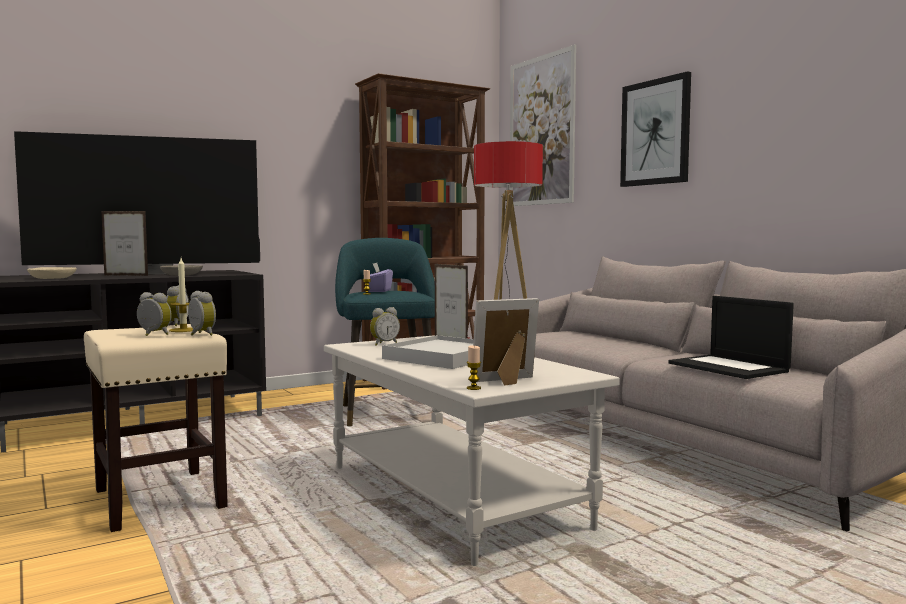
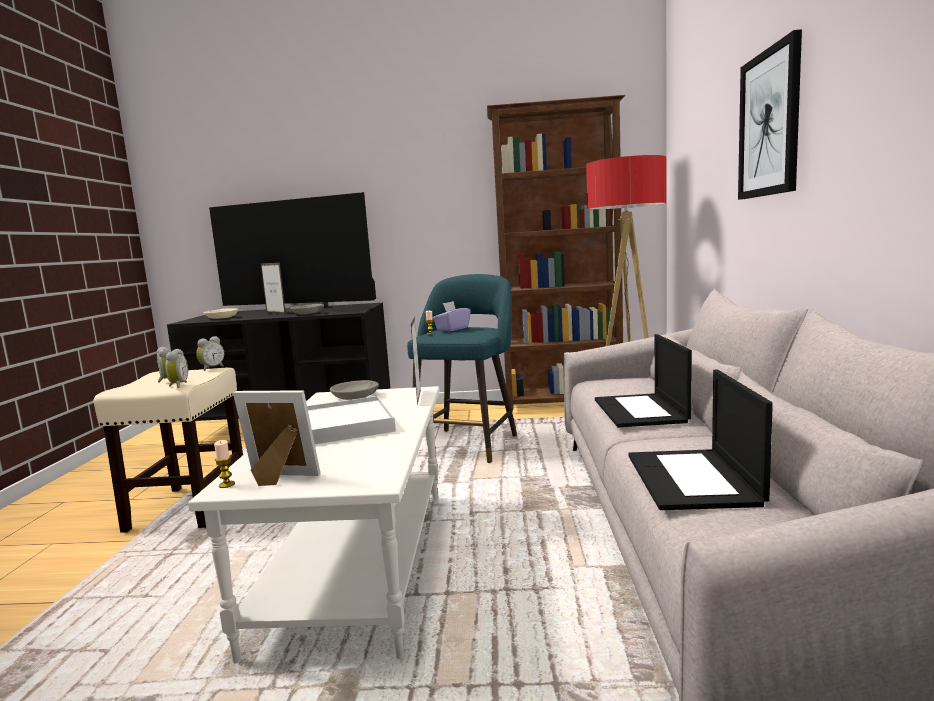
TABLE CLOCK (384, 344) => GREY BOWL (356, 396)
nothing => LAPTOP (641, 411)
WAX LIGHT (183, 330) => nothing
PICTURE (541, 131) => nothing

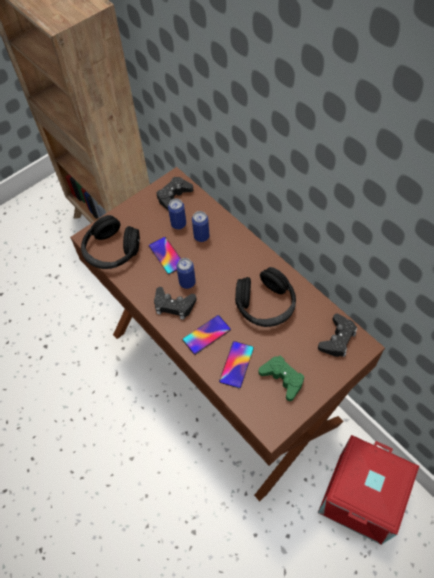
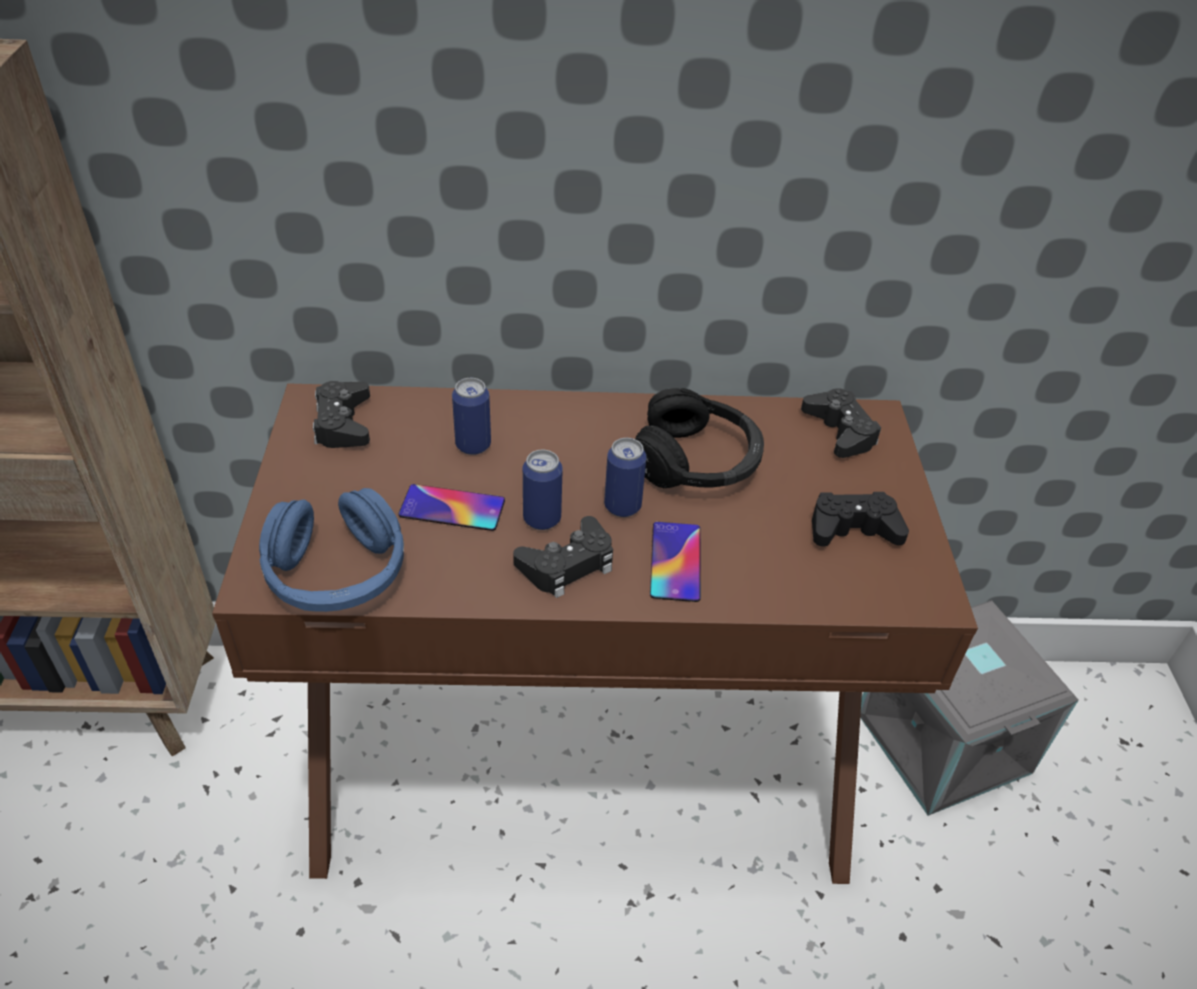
BLACK HEADSET (111, 251) => BLUISH HEADSET (337, 572)
CAN (178, 224) => CAN (622, 506), move
GREENISH JOYPAD (282, 379) => BLACK JOYPAD (853, 528)
RED-COLOURED STORAGE BIN (361, 498) => GREY STORAGE BIN (945, 742)
HANDSET (236, 364) => nothing

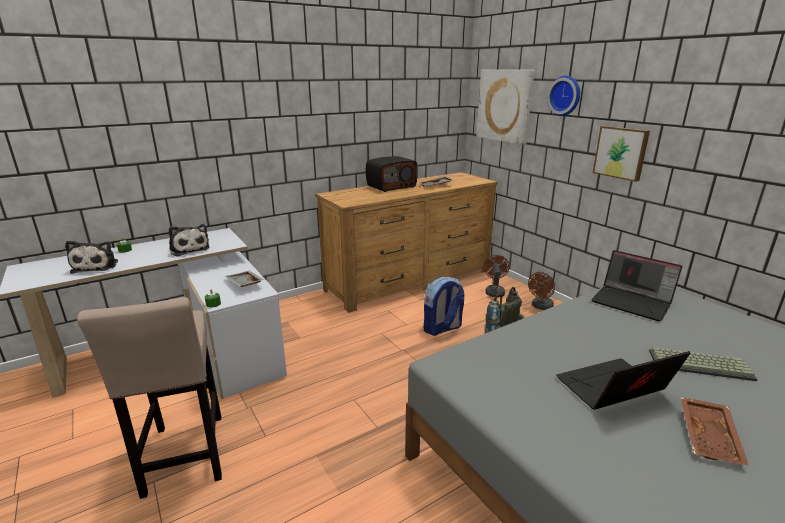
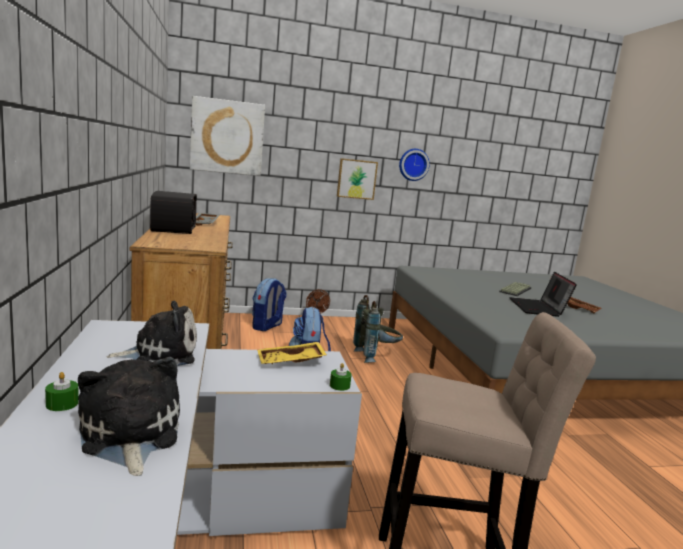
PLUSH TOY (97, 266) => PLUSH TOY (129, 436), 120 degrees counterclockwise
BROWNISH COOLING FAN (494, 291) => RUCKSACK (267, 326)
GREY TRAY (244, 284) => YELLOWISH TRAY (290, 362)
HANGING CLOCK (565, 95) => HANGING CLOCK (413, 164), move
LAPTOP (632, 302) => nothing

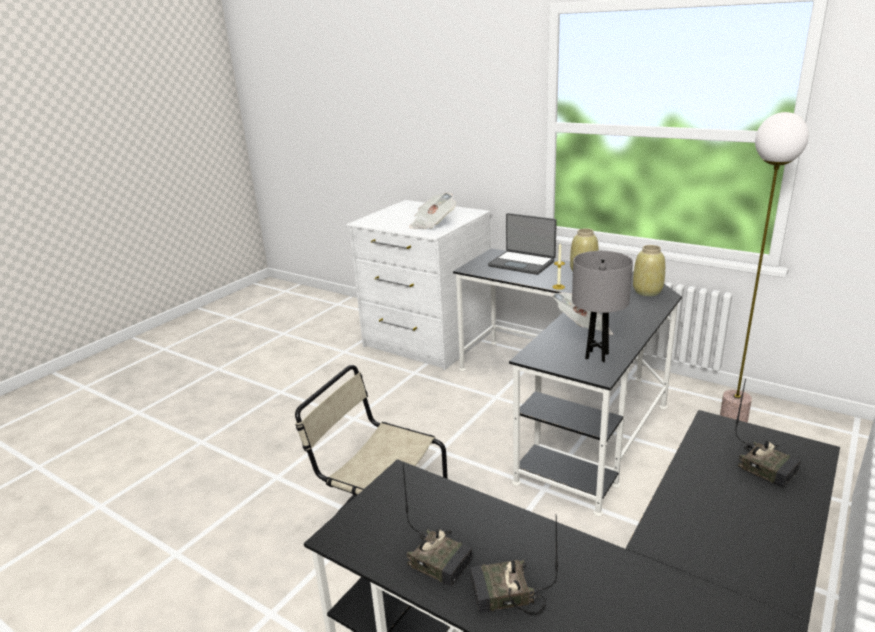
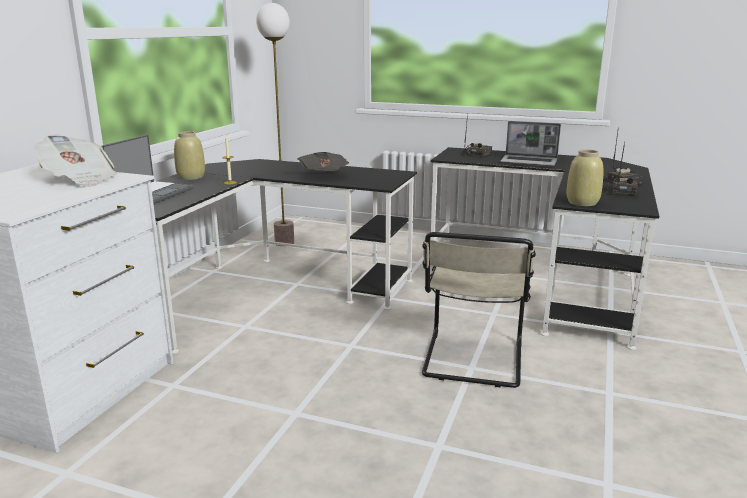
nothing => LAPTOP (529, 162)
BEIGE DECORATIVE VASE (647, 292) => BEIGE DECORATIVE VASE (582, 202), move
GREY LAMP FOR A TABLE (596, 356) => nothing

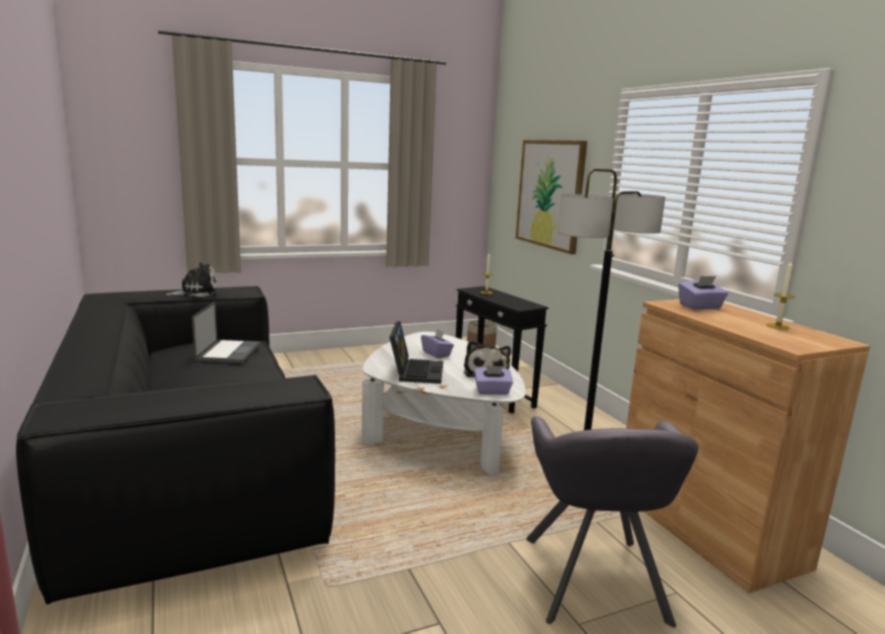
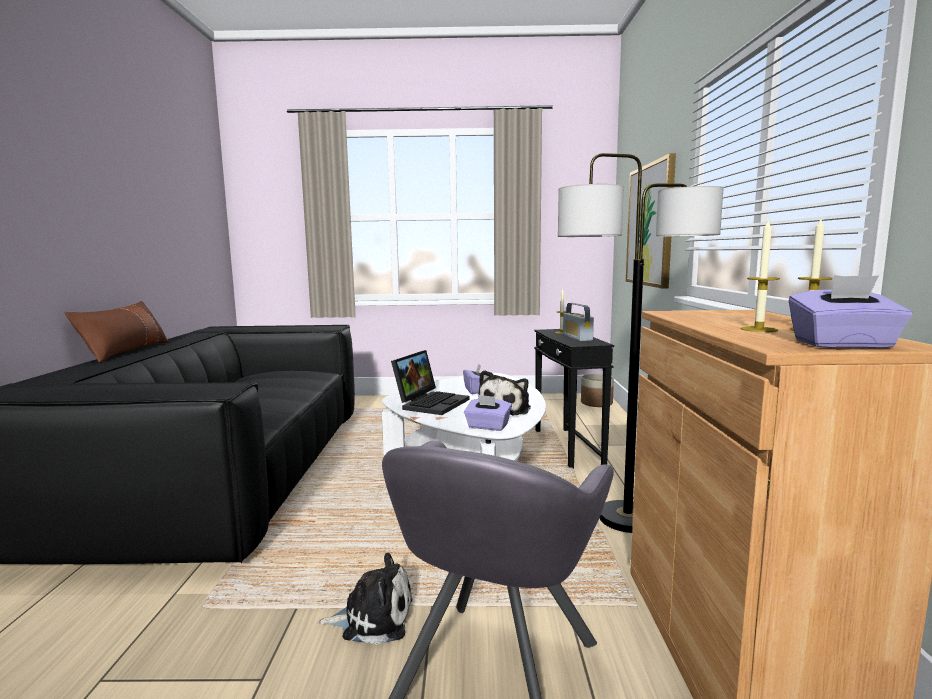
nothing => BROWNISH PILLOW (125, 351)
PLUSH TOY (196, 293) => PLUSH TOY (373, 618), move
nothing => RADIO (577, 338)
nothing => WAX LIGHT (759, 329)
PURPLE-COLOURED TISSUE HOLDER (700, 307) => PURPLE-COLOURED TISSUE HOLDER (843, 344), move
LAPTOP (229, 351) => nothing

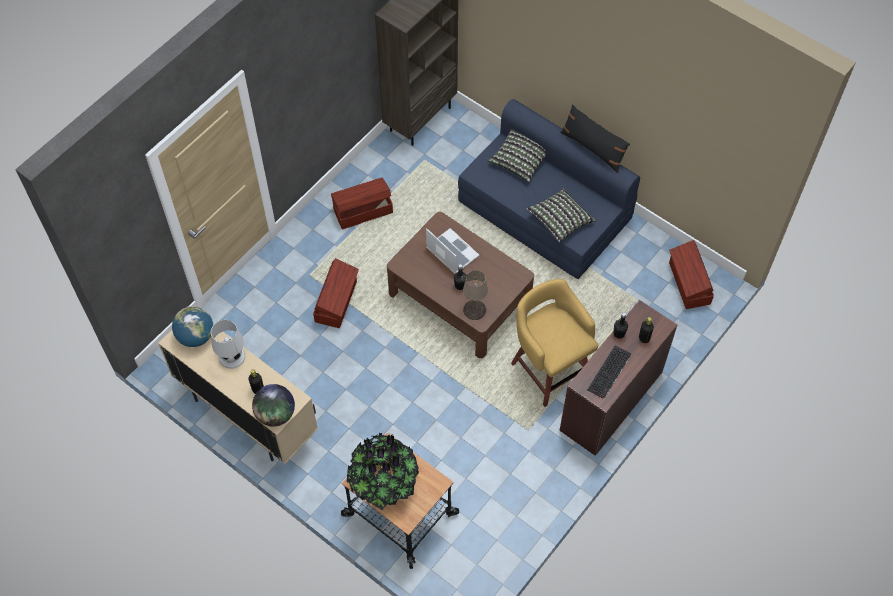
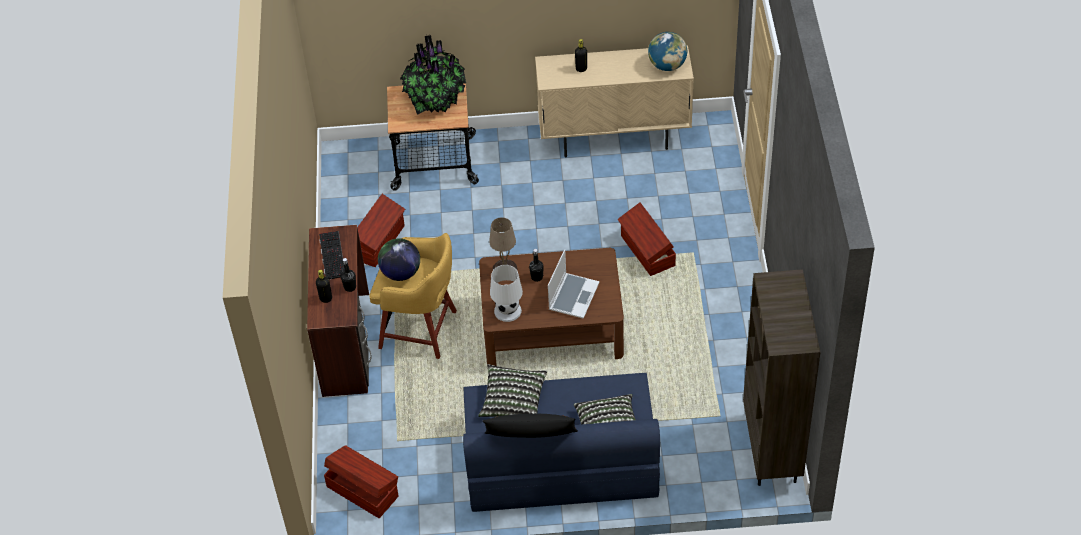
BROWNISH STORAGE BIN (362, 211) => BROWNISH STORAGE BIN (379, 242), move
DESK GLOBE (276, 414) => DESK GLOBE (401, 273), move
WHITISH LAMP FOR A TABLE (232, 357) => WHITISH LAMP FOR A TABLE (507, 310), move
LAPTOP (451, 252) => LAPTOP (573, 296), 75 degrees counterclockwise

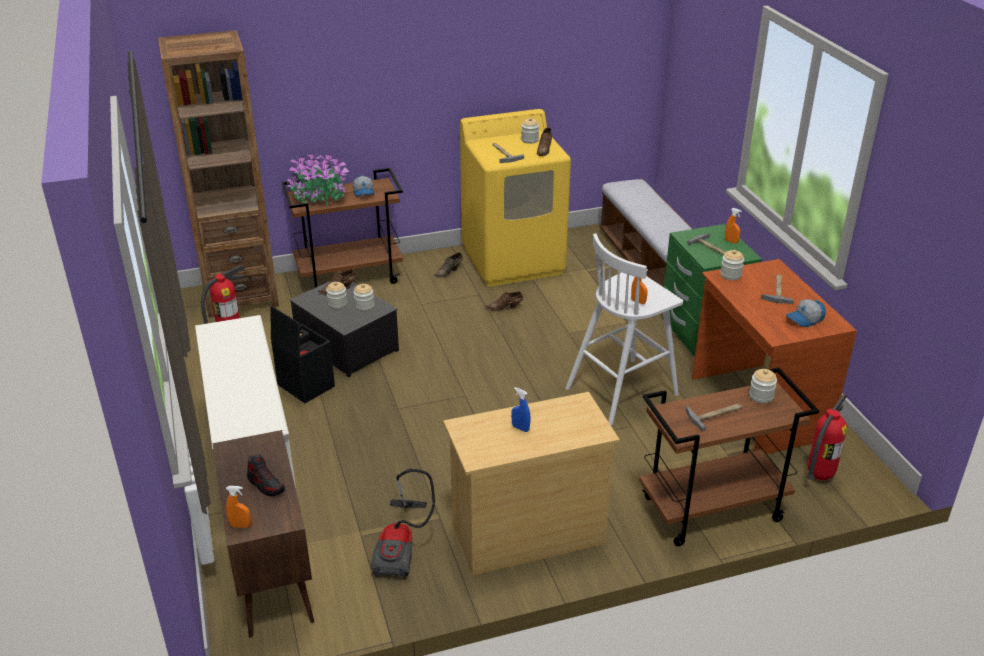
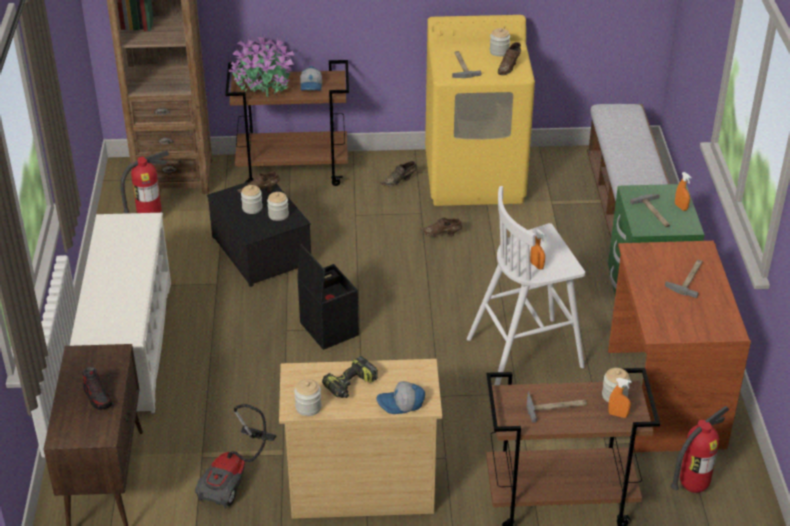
JAR (730, 275) => JAR (308, 407), move
BLACK STORAGE BIN (304, 385) => BLACK STORAGE BIN (327, 328), move
BLUISH SPRAY BOTTLE (520, 428) => ELECTRIC DRILL (350, 385)
BASEBALL CAP (805, 319) => BASEBALL CAP (401, 404), move
ORANGE SPRAY BOTTLE (240, 525) => ORANGE SPRAY BOTTLE (618, 414), move

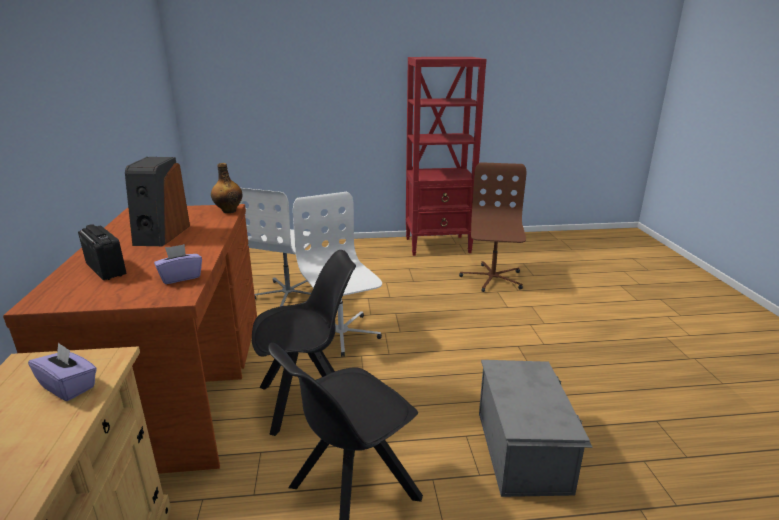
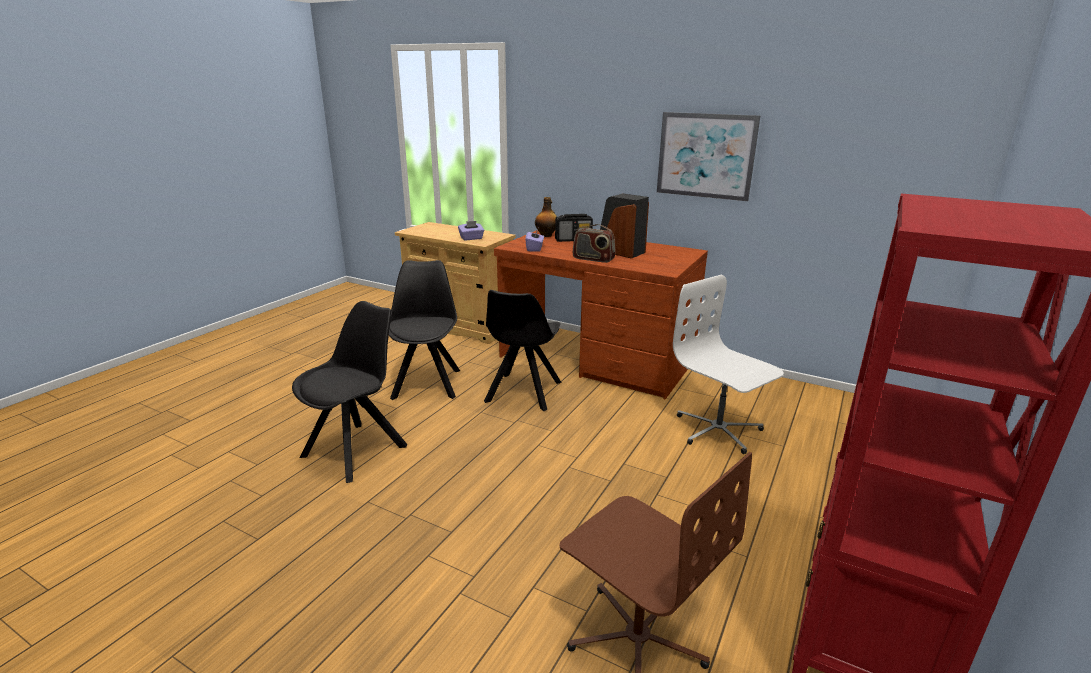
GREY STORAGE BIN (524, 450) => BLACK PLAIN CHAIR (357, 450)
BEVERAGE BOTTLE (229, 211) => BEVERAGE BOTTLE (546, 235), move
nothing => RADIO (593, 259)
nothing => PICTURE (705, 156)
WHITISH DESK CHAIR (340, 334) => nothing

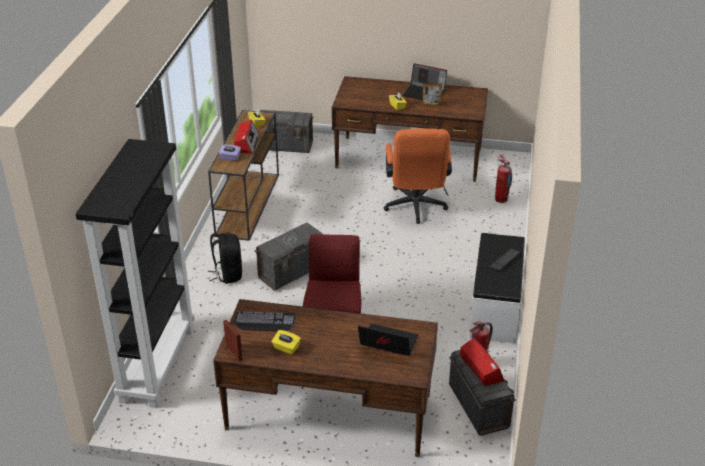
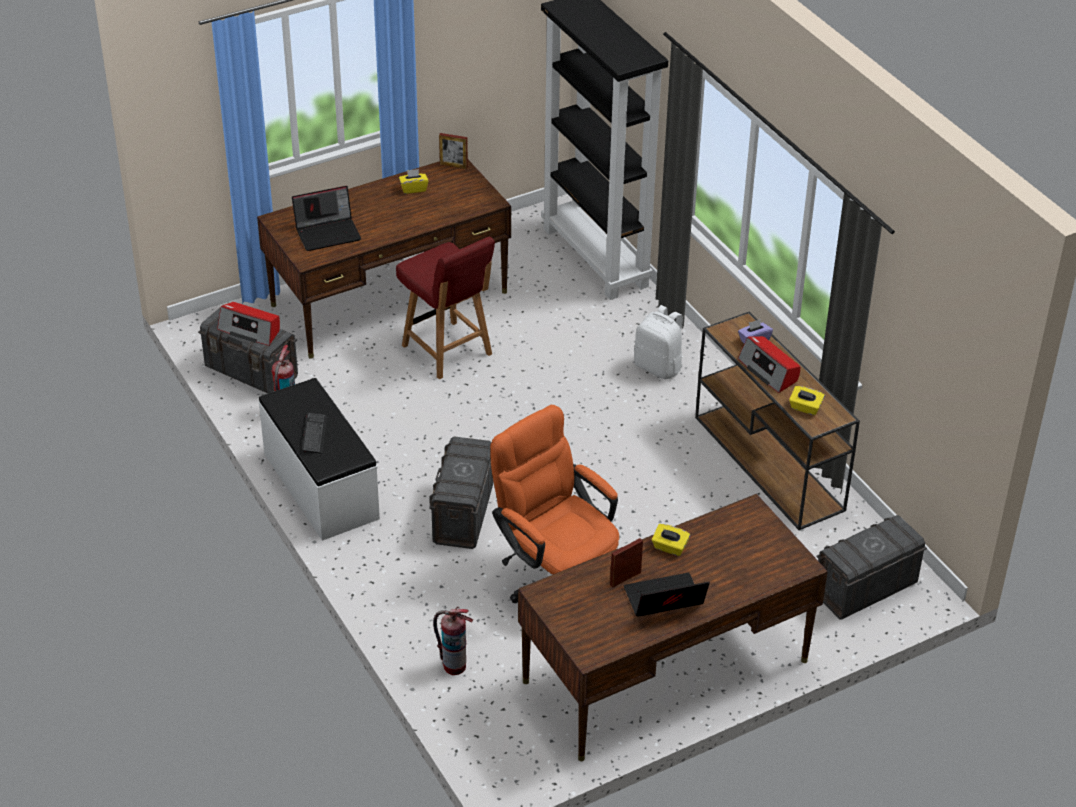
GREY STORAGE BIN (291, 272) => GREY STORAGE BIN (463, 514), move
BLACK RUCKSACK (227, 274) => WHITISH RUCKSACK (659, 367)
KEYBOARD (264, 322) => nothing

